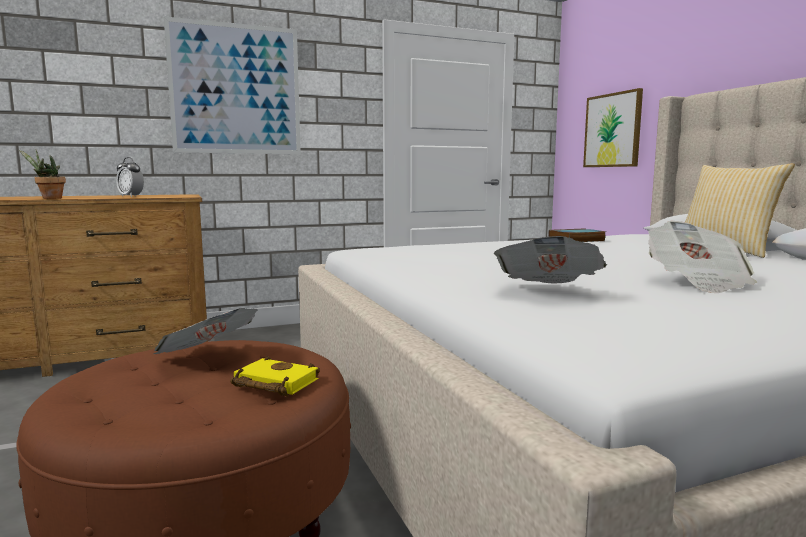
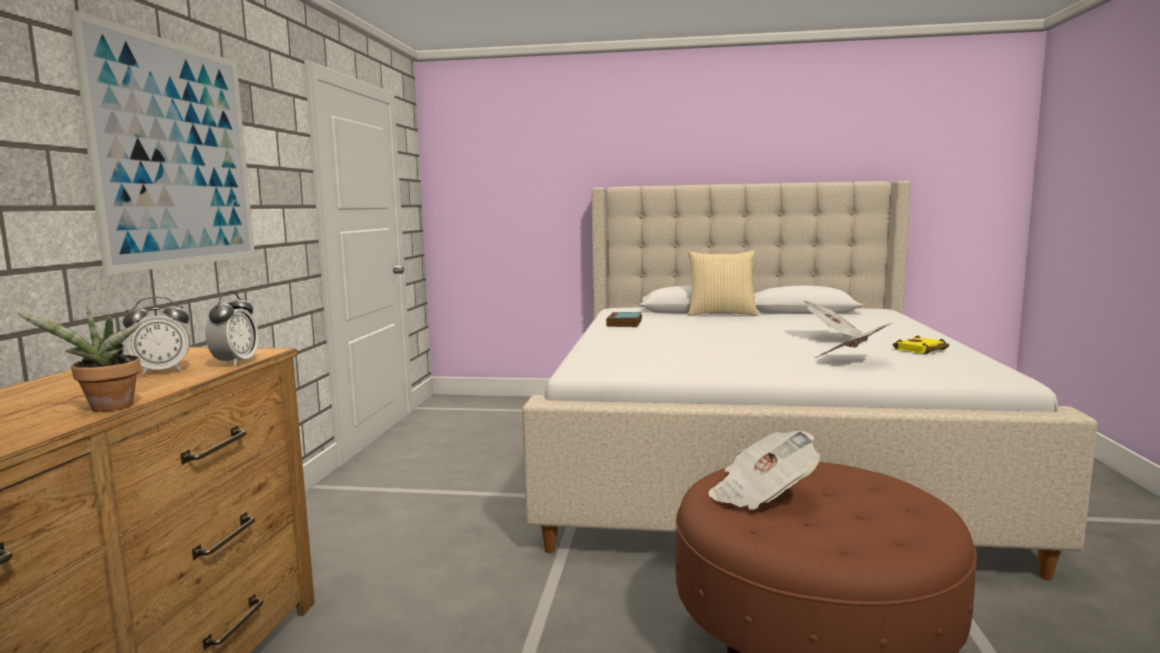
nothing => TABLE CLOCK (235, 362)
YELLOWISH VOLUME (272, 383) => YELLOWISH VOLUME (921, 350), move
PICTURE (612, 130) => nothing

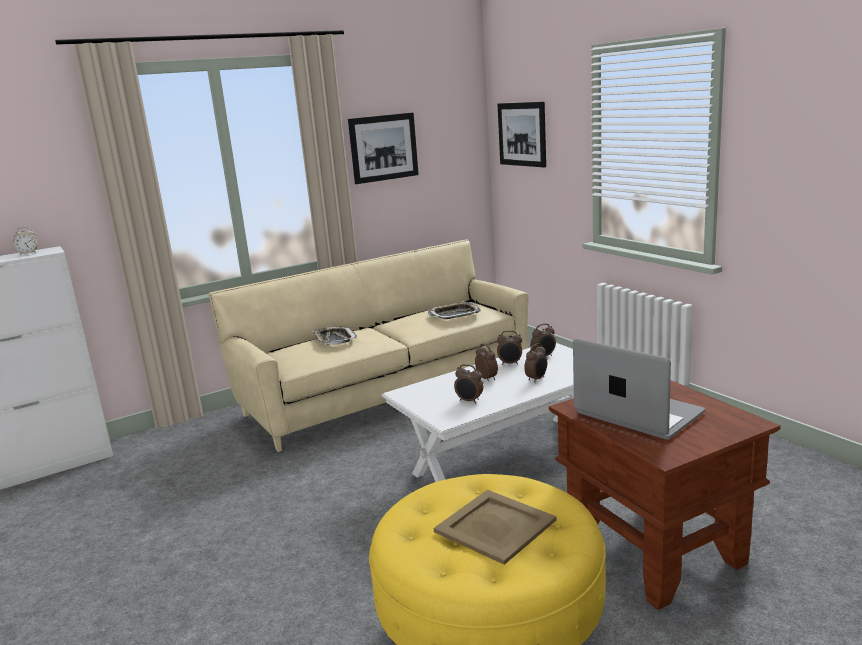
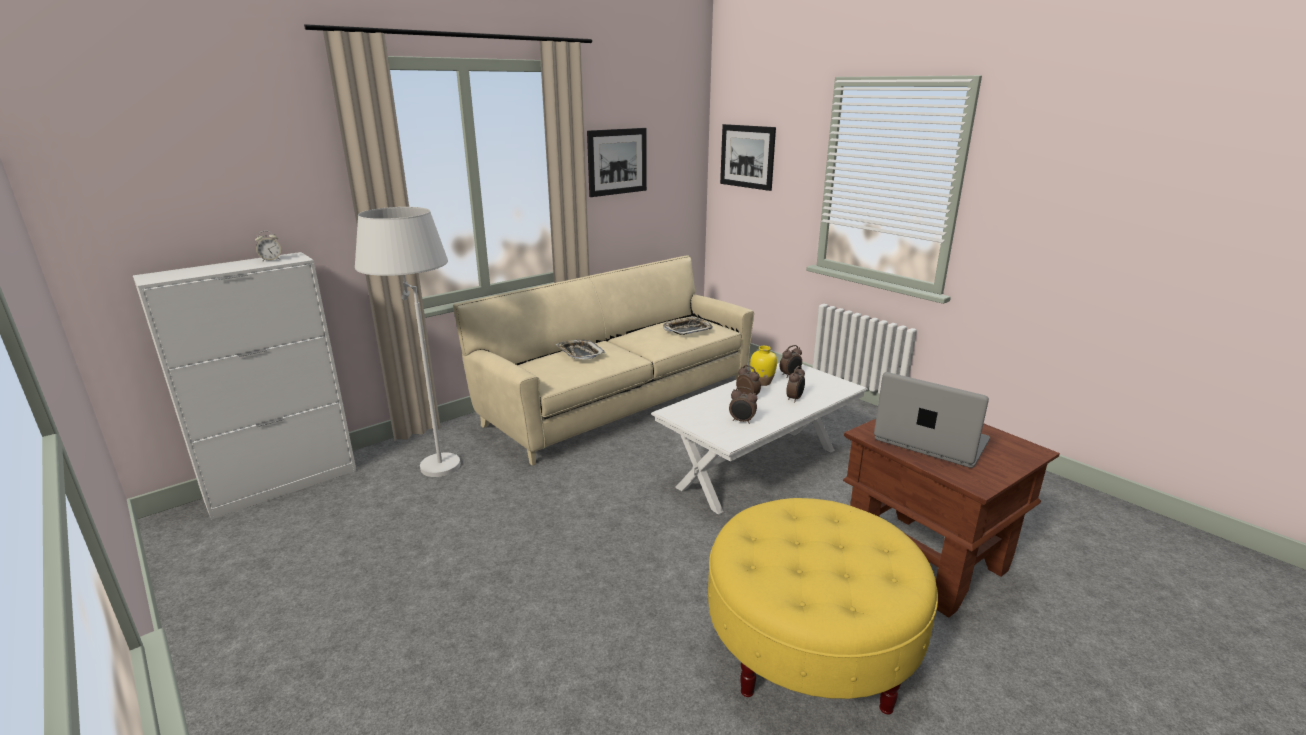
nothing => WHITISH FLOOR LAMP (431, 458)
TABLE CLOCK (510, 363) => YELLOWISH DECORATIVE VASE (762, 382)
BEIGE TRAY (495, 525) => nothing

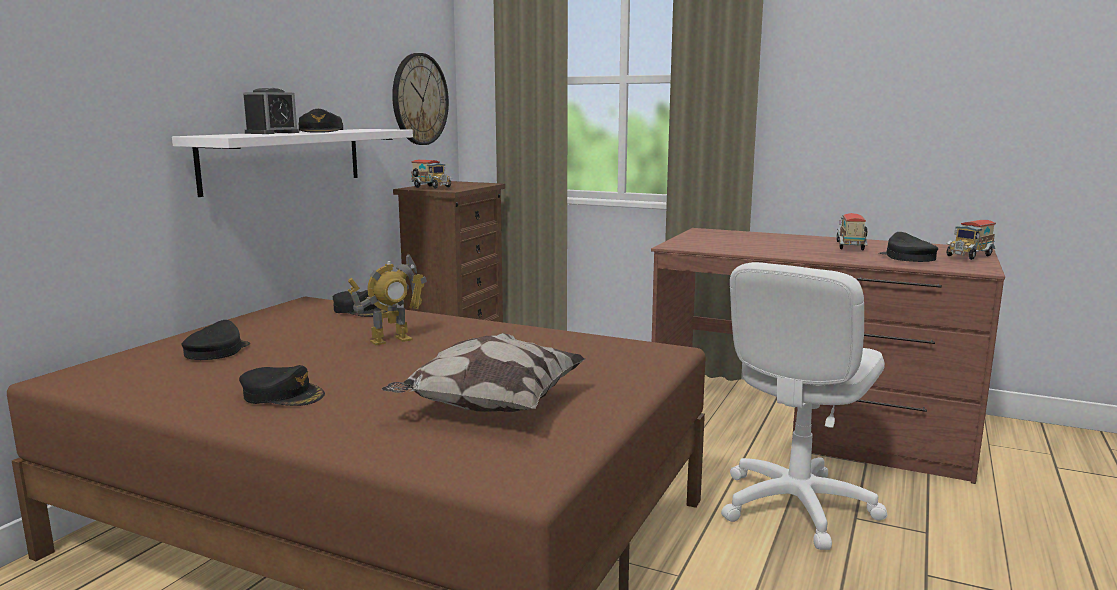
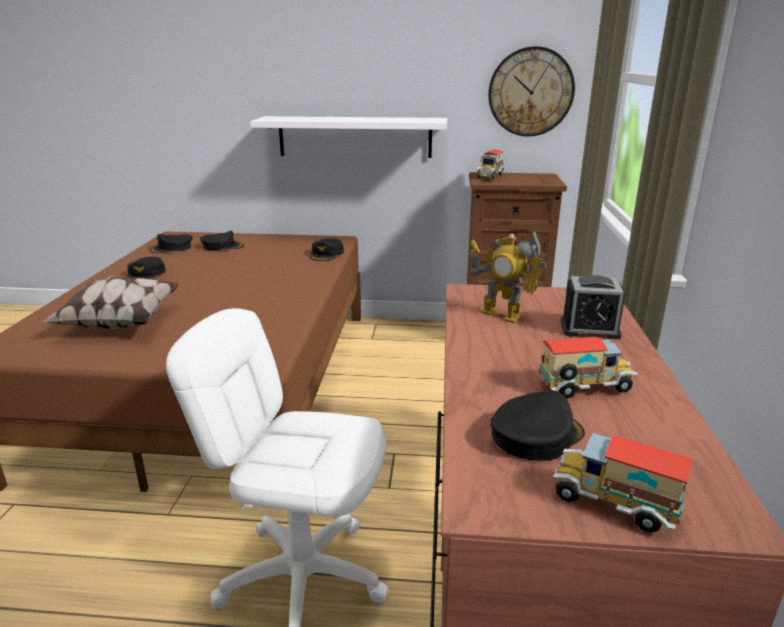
BLACK BASEBALL CAP (321, 131) => BLACK BASEBALL CAP (172, 248), move
ROBOT FIGURE (391, 340) => ROBOT FIGURE (501, 315), move
TABLE CLOCK (272, 133) => TABLE CLOCK (589, 329), move

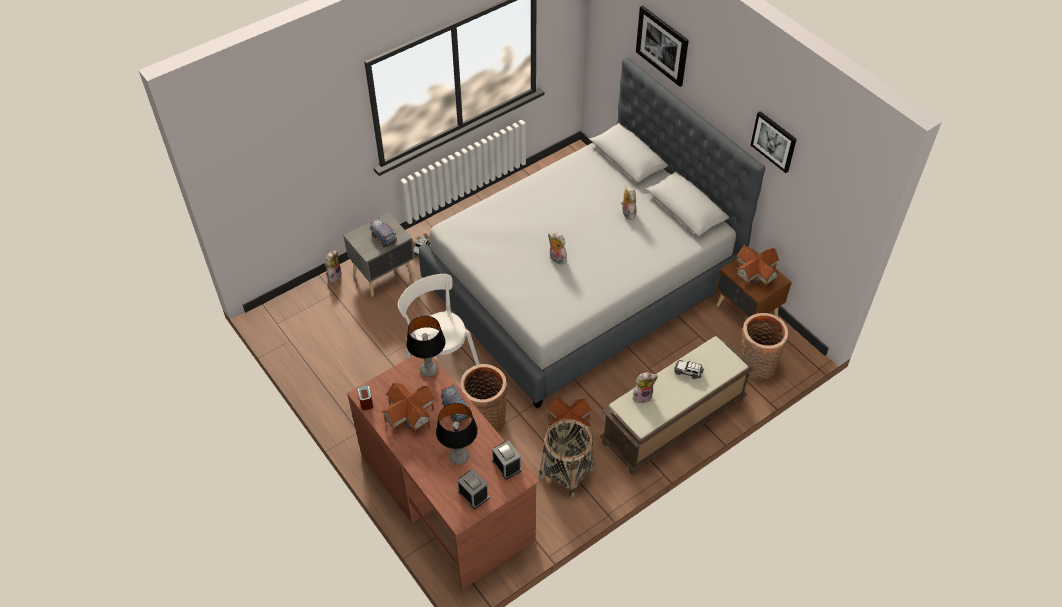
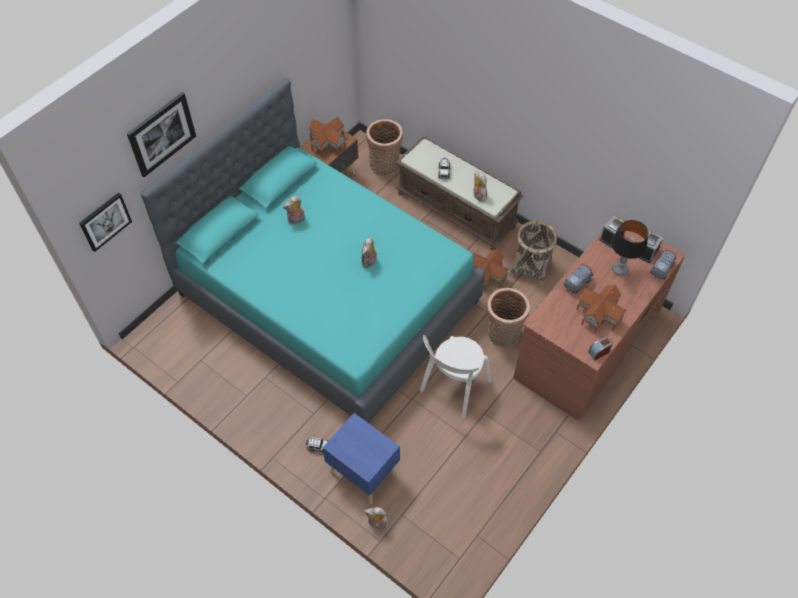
PICTURE (774, 141) => PICTURE (105, 221), move
GREY SLEEPING BED (581, 283) => TURQUOISE-COLOURED SLEEPING BED (328, 297)
GREY NIGHT TABLE (384, 275) => BLUISH NIGHT TABLE (363, 472)
TOY LORRY (384, 238) => TOY LORRY (661, 269), move
LAMP FOR A TABLE (429, 370) => nothing

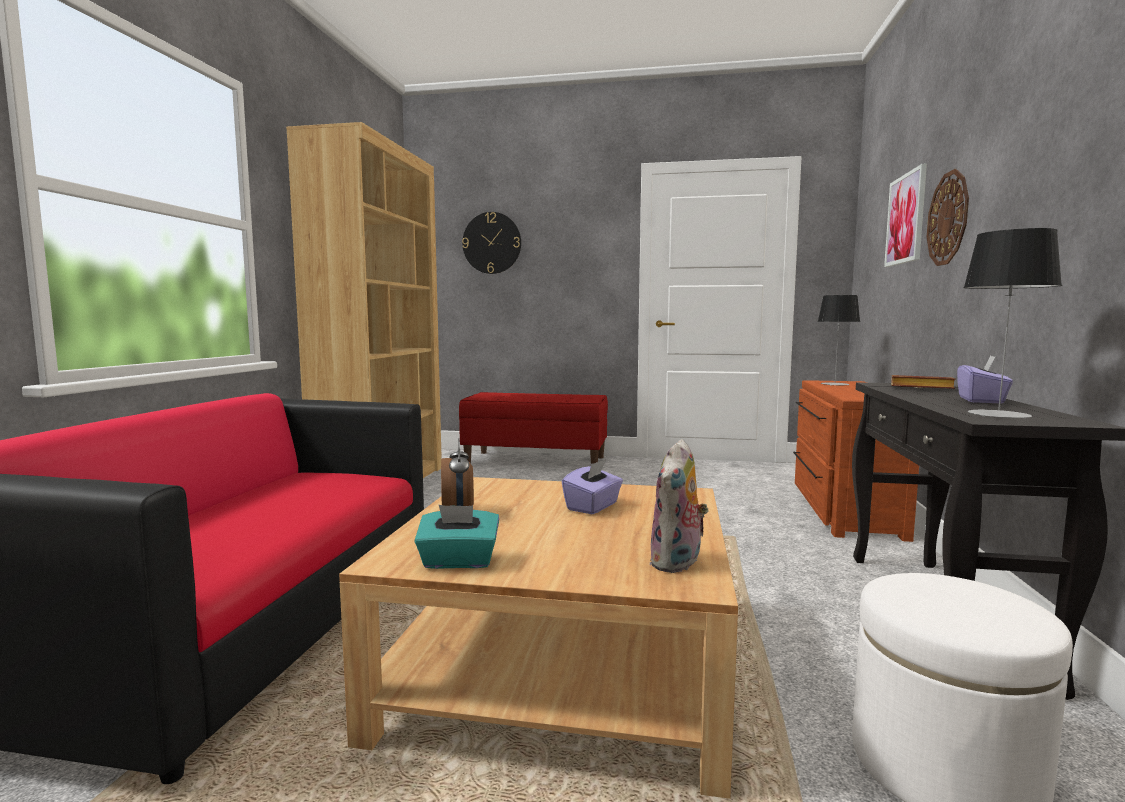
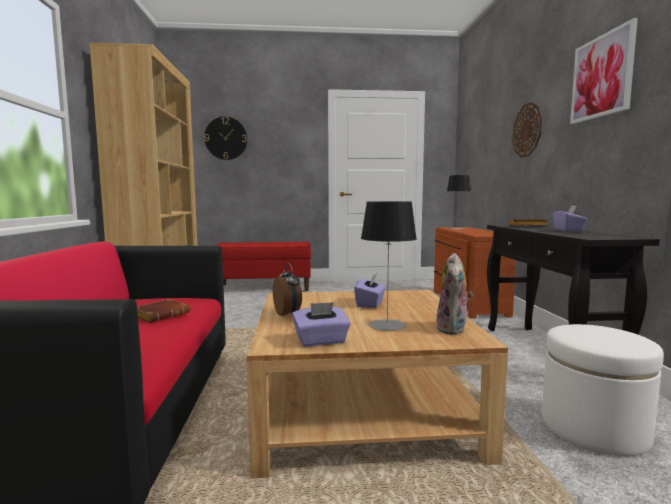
nothing => BROWNISH VOLUME (161, 315)
TURQUOISE-COLOURED TISSUE HOLDER (458, 562) => PURPLE-COLOURED TISSUE HOLDER (321, 341)
LAMP FOR A TABLE (998, 414) => LAMP FOR A TABLE (387, 325), move
PICTURE (906, 219) => PICTURE (602, 76), move

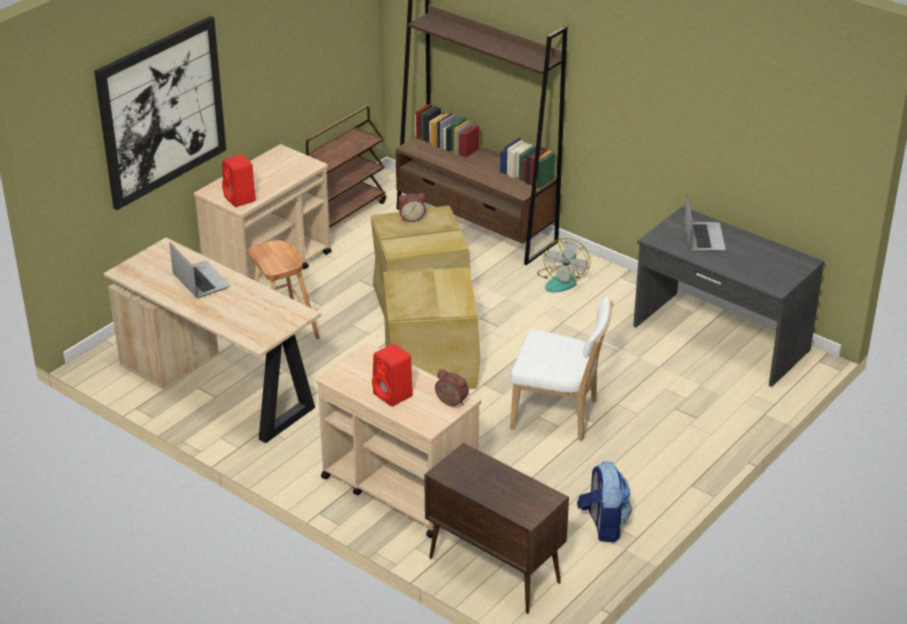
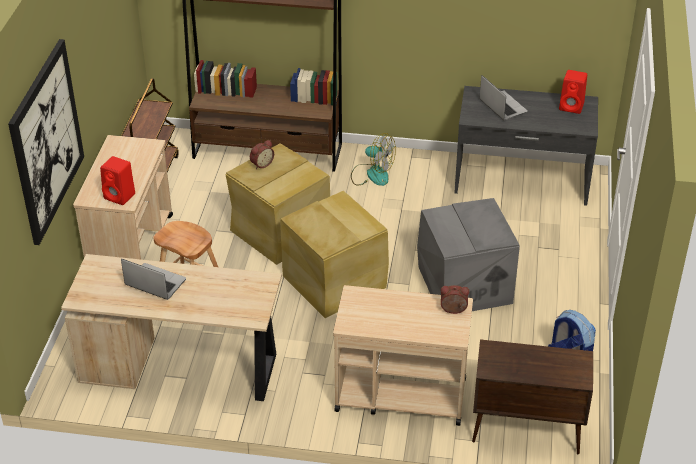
COOLING FAN (562, 280) => COOLING FAN (372, 174), 45 degrees counterclockwise
WHITISH PLAIN CHAIR (558, 415) => GREY STORAGE BIN (464, 286)
RED-COLOURED SPEAKER (394, 395) => RED-COLOURED SPEAKER (572, 107), move

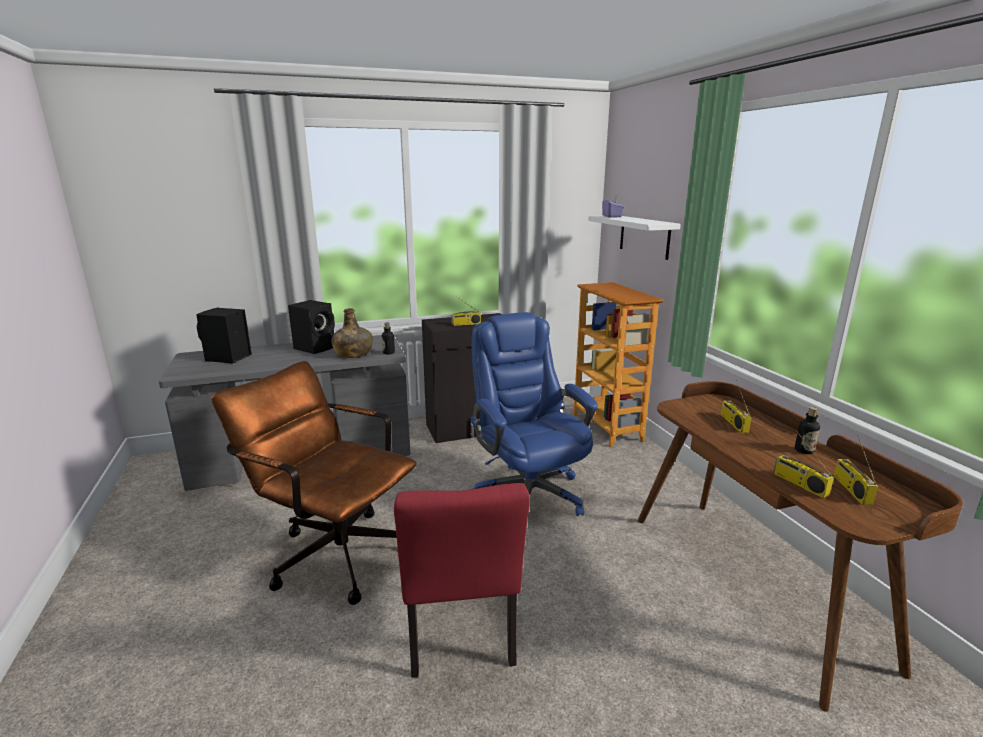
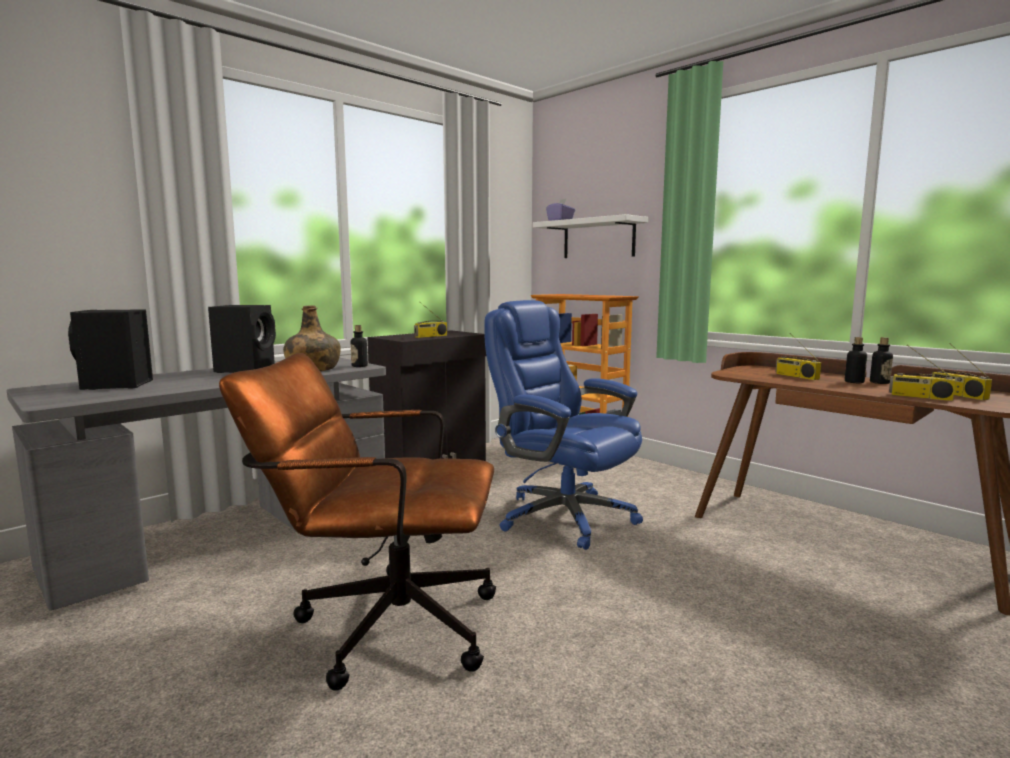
nothing => BEVERAGE BOTTLE (854, 382)
RED-COLOURED PLAIN CHAIR (460, 633) => nothing

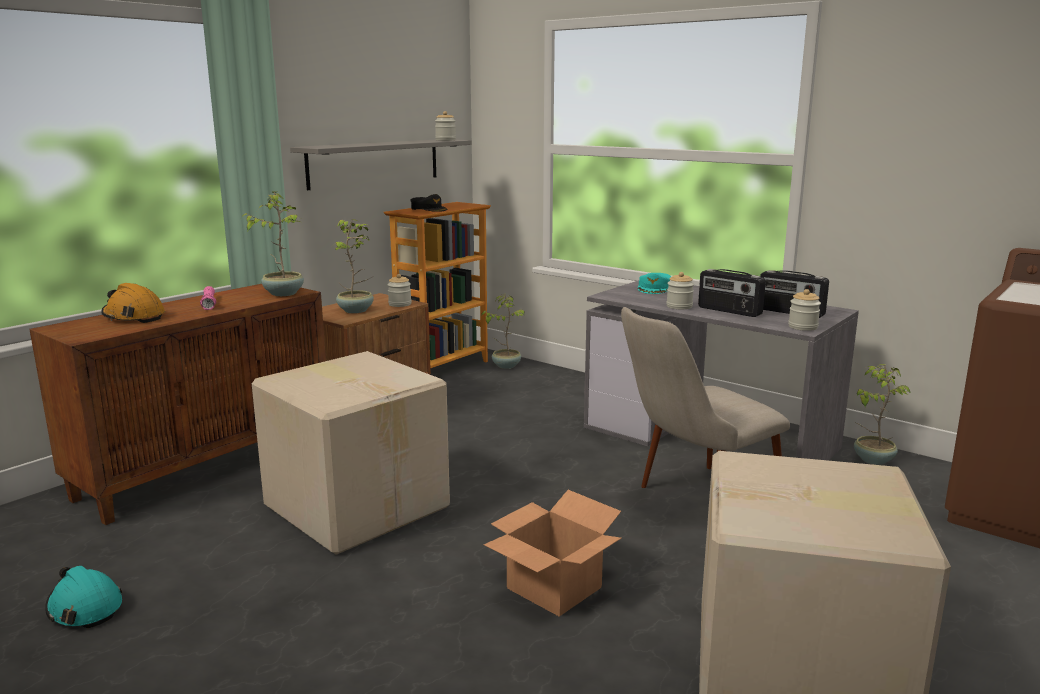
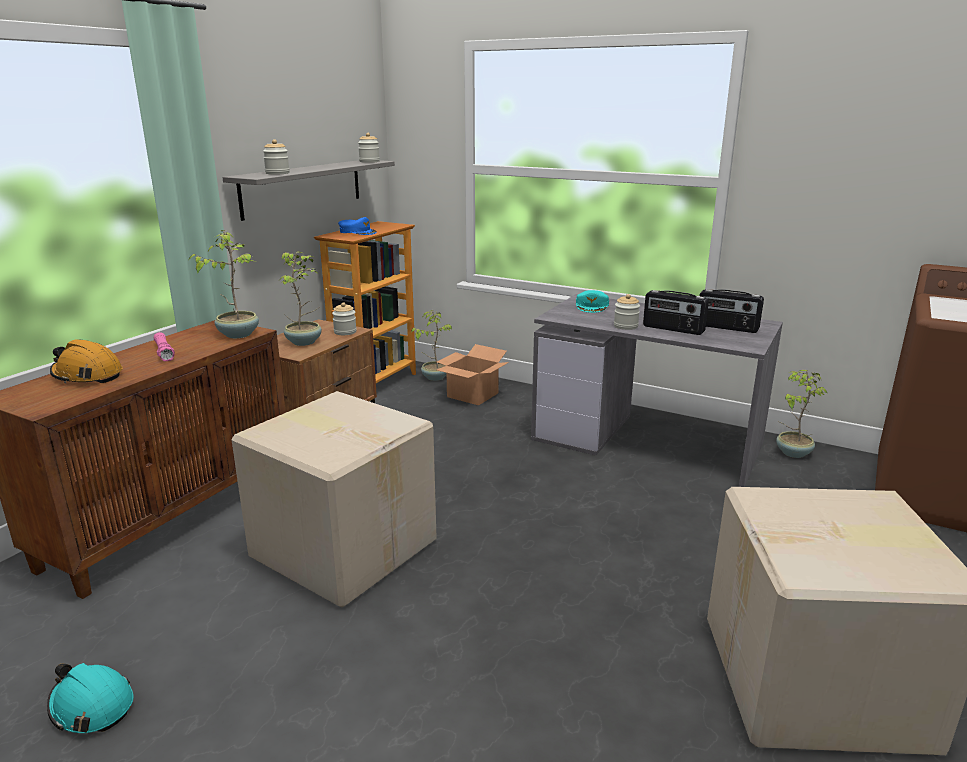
JAR (802, 327) => JAR (277, 173), move
BLACK BASEBALL CAP (429, 209) => BLUISH BASEBALL CAP (357, 232)
CARDBOARD BOX (555, 588) => CARDBOARD BOX (473, 395), move
BEIGE PLAIN CHAIR (693, 503) => nothing

